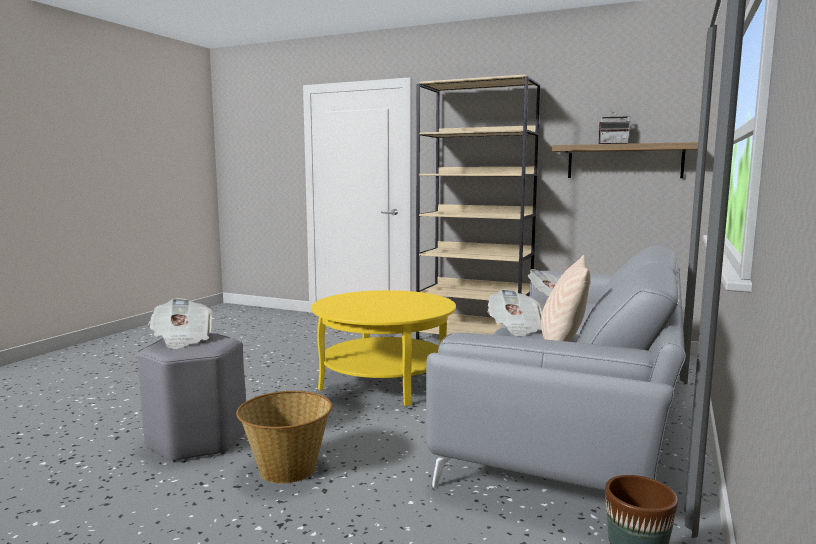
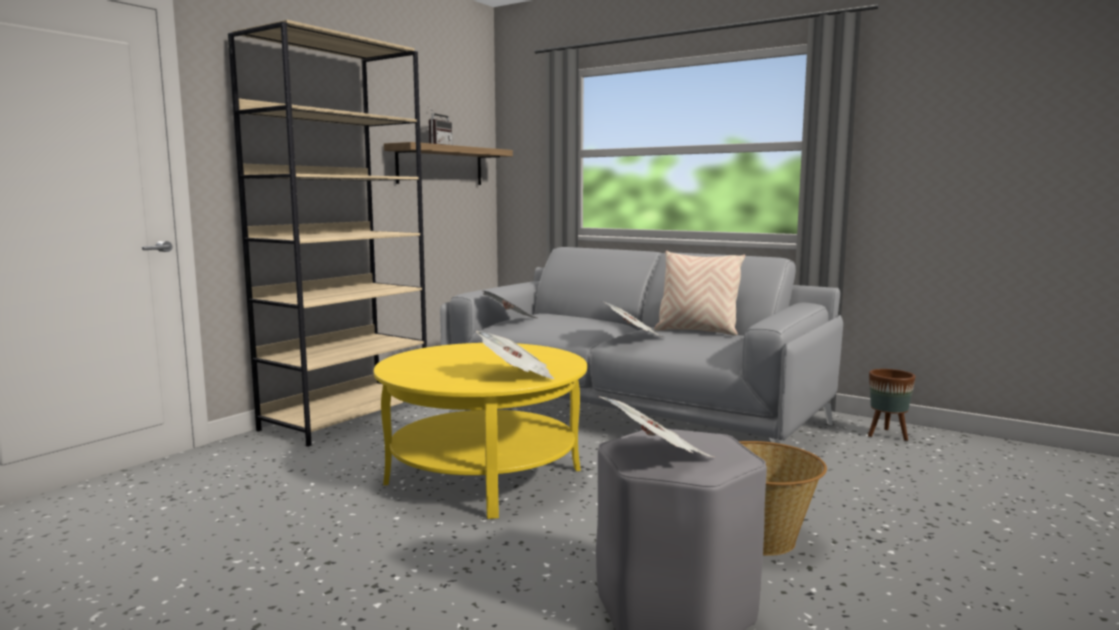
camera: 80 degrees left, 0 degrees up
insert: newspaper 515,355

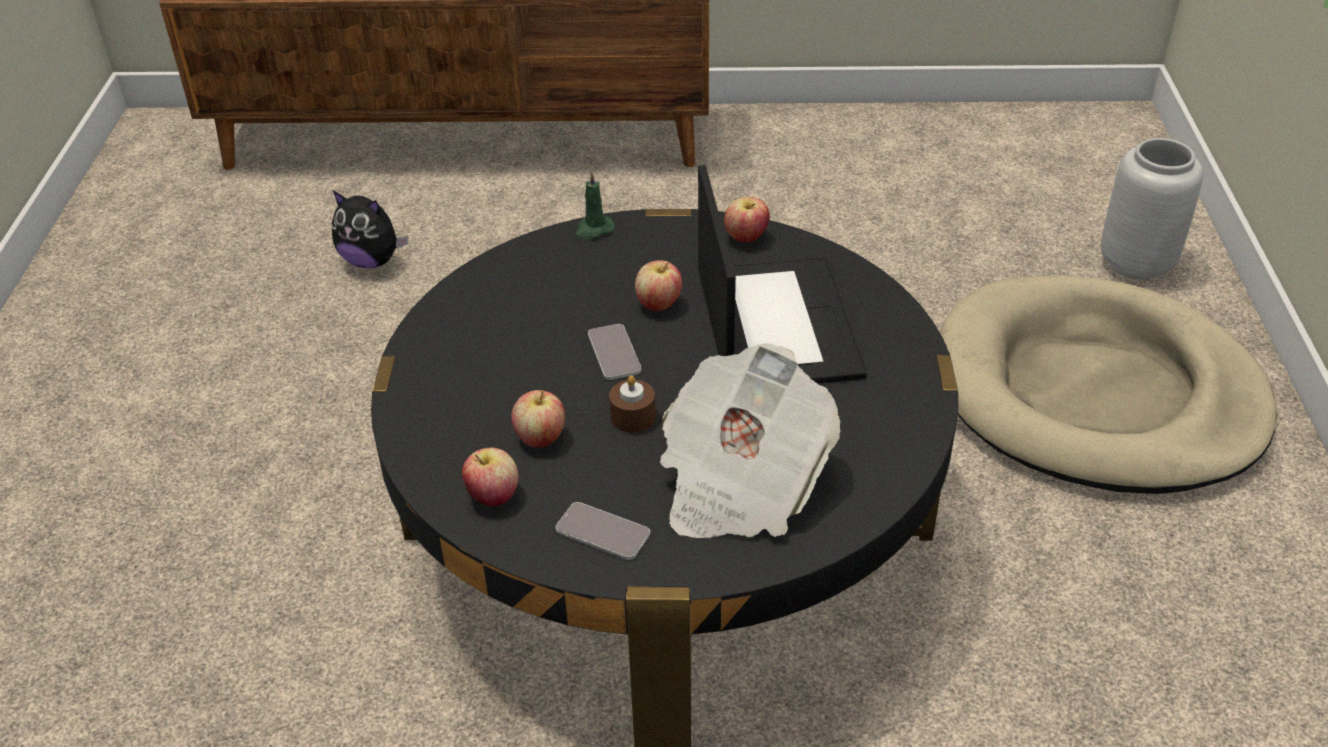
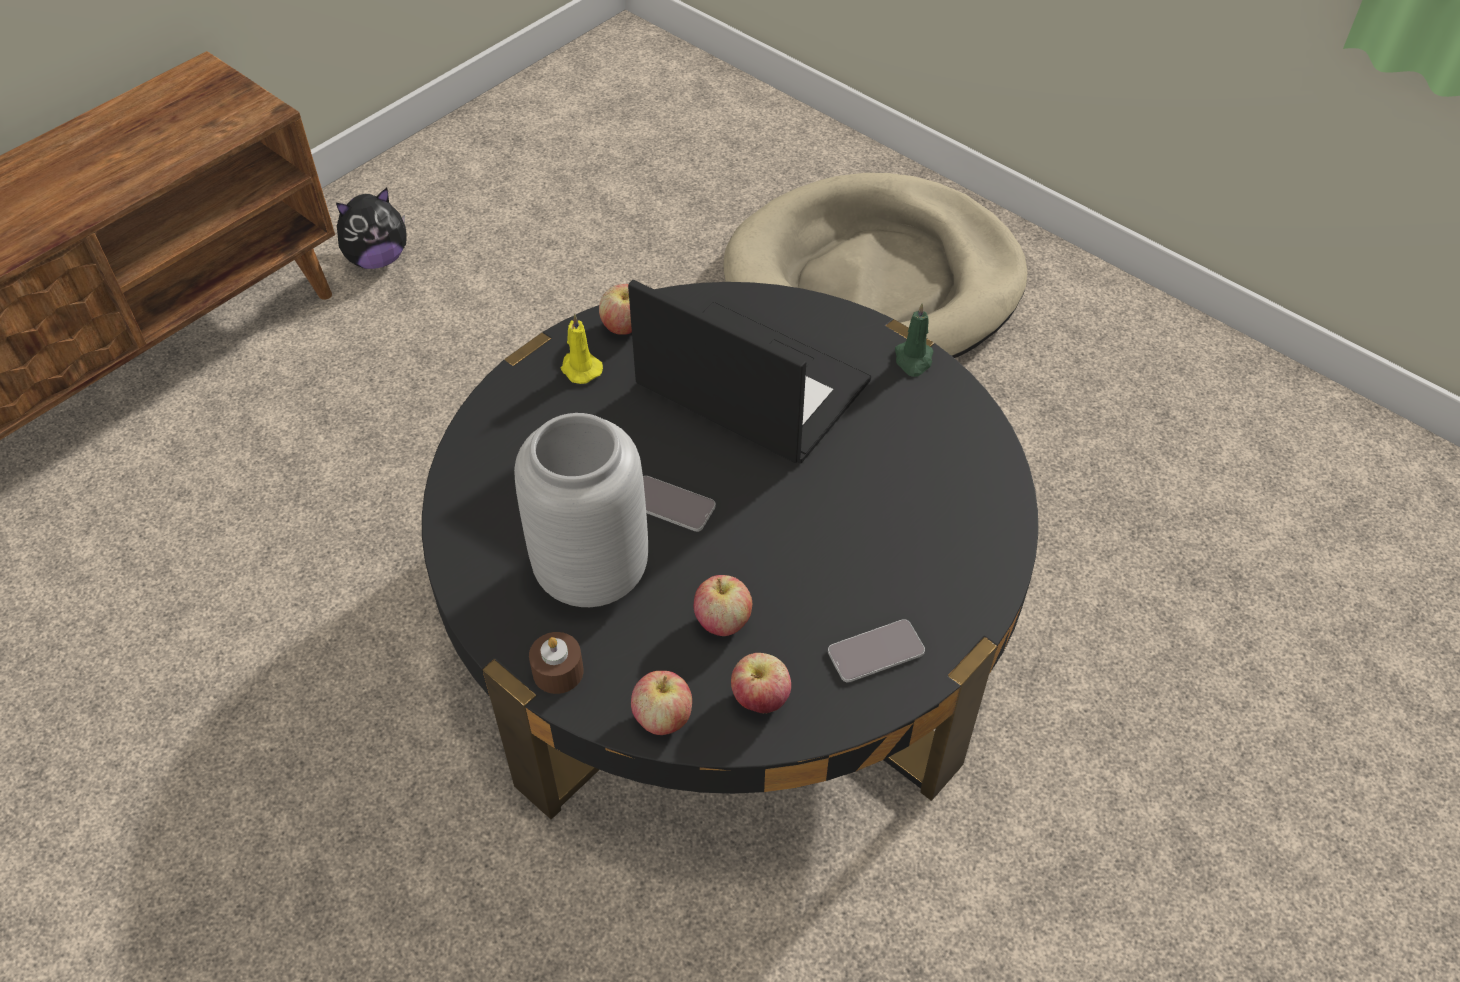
camera: 50 degrees left, 10 degrees up
delete: newspaper 750,440
insert: candle (yellow) 582,349
move: plush toy 370,229 to 371,228; candle (green) 594,205 to 914,340; candle (brown) 632,403 to 556,663; apple 658,285 to 661,703; vase (grey) 1152,209 to 581,510

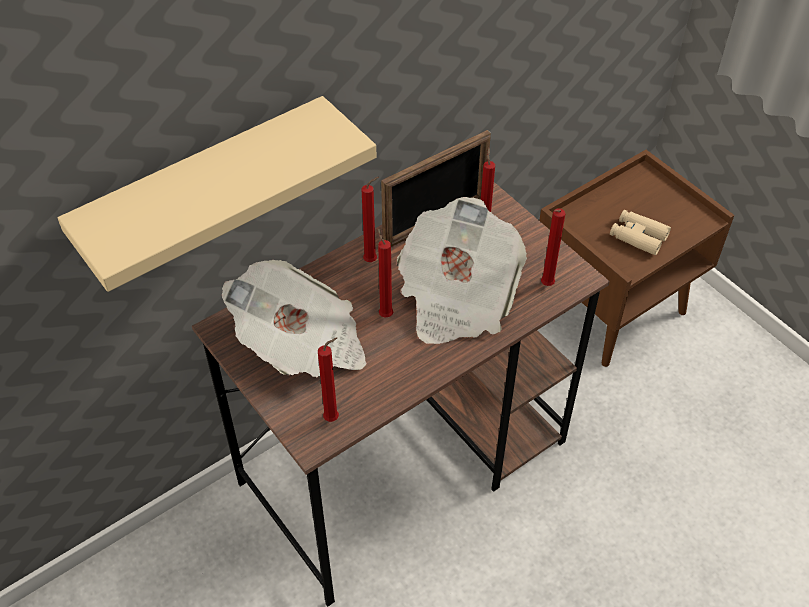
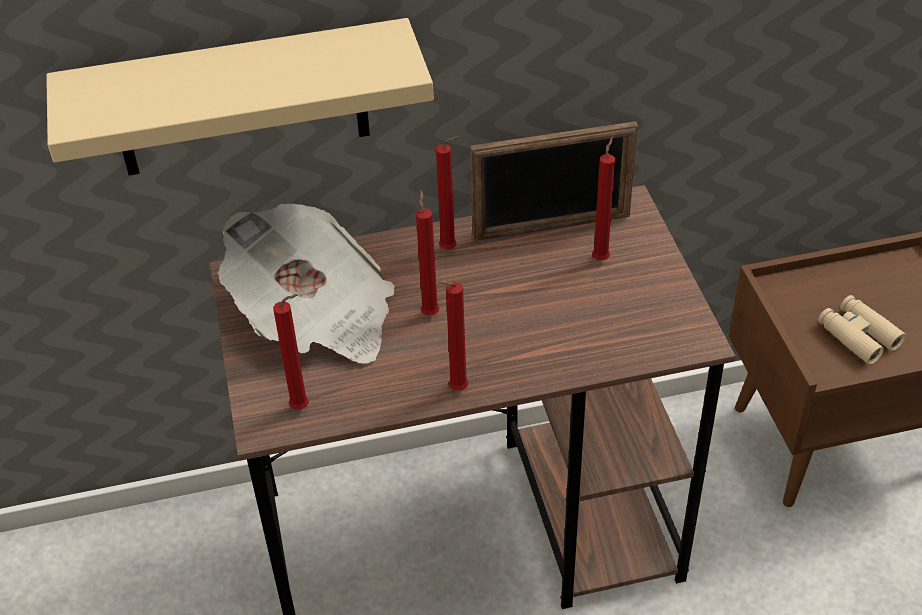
camera: 25 degrees right, 5 degrees down
delete: newspaper 462,270
move: candle (red) 553,247 to 453,336

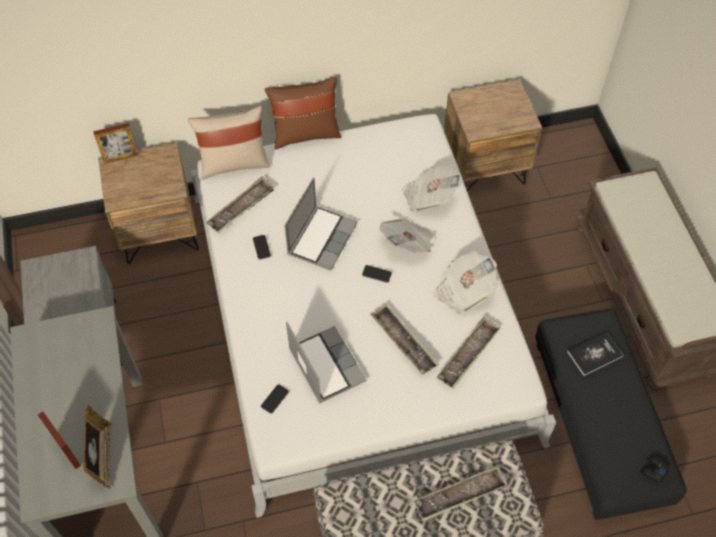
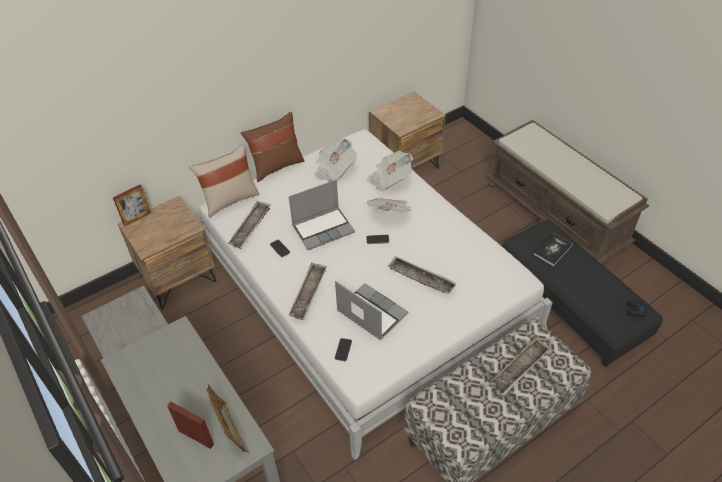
camera: 20 degrees left, 10 degrees down
move: newspaper 466,282 to 335,160; tray 468,353 to 307,291
rotate: laptop 321,224 = 322,215 60 degrees clockwise

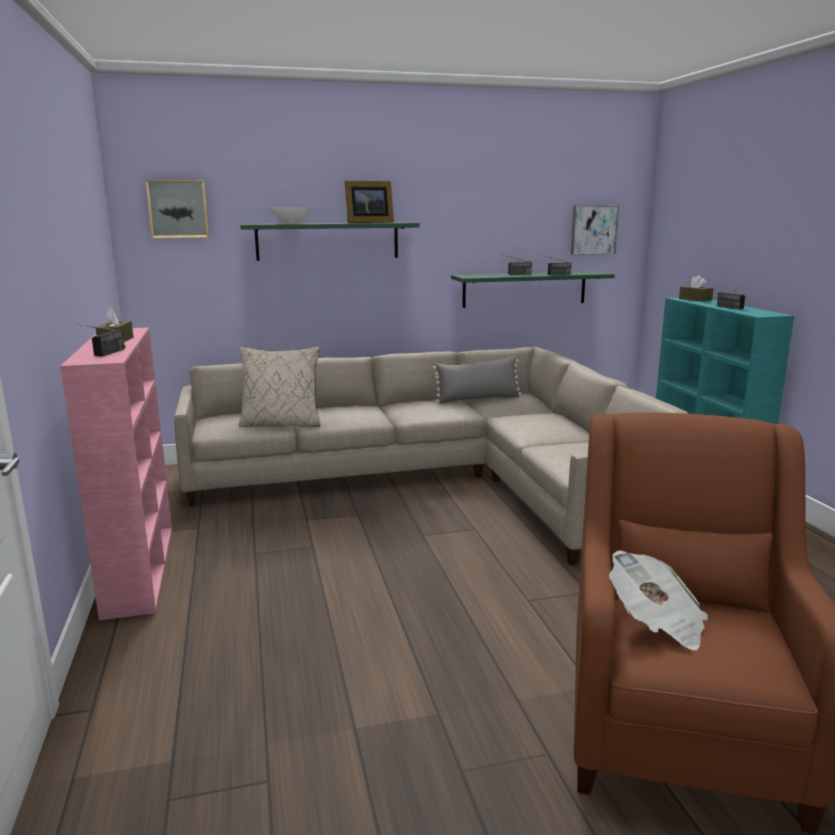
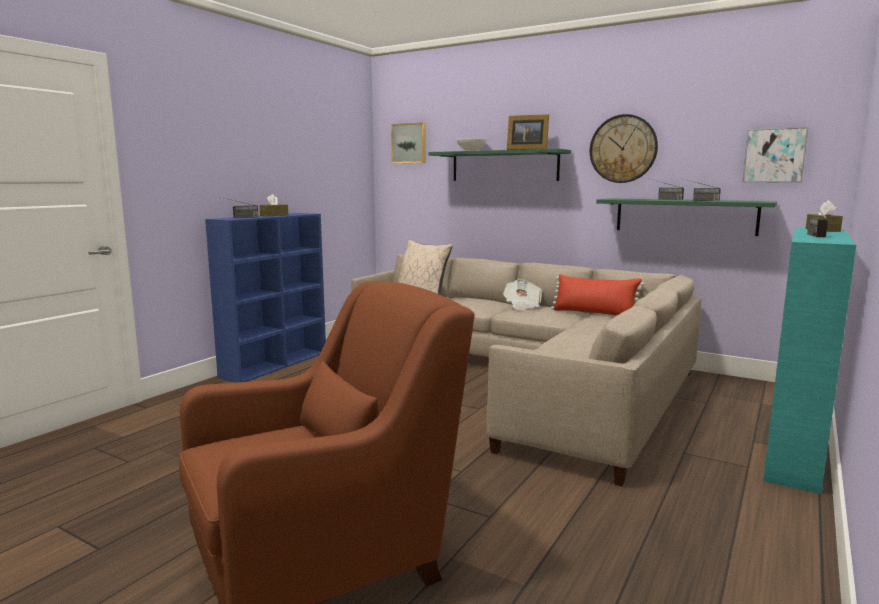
camera: 45 degrees right, 5 degrees down
insert: wall clock 624,148
move: newspaper 658,600 to 522,294
recolor: bookcase (pink) 116,474 to bookcase (blue) 265,298; pillow (grey) 477,380 to pillow (red) 597,295

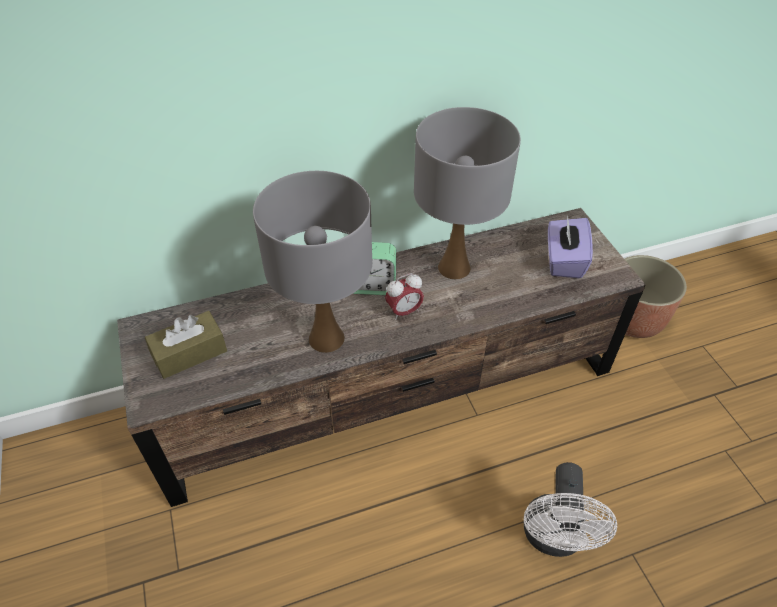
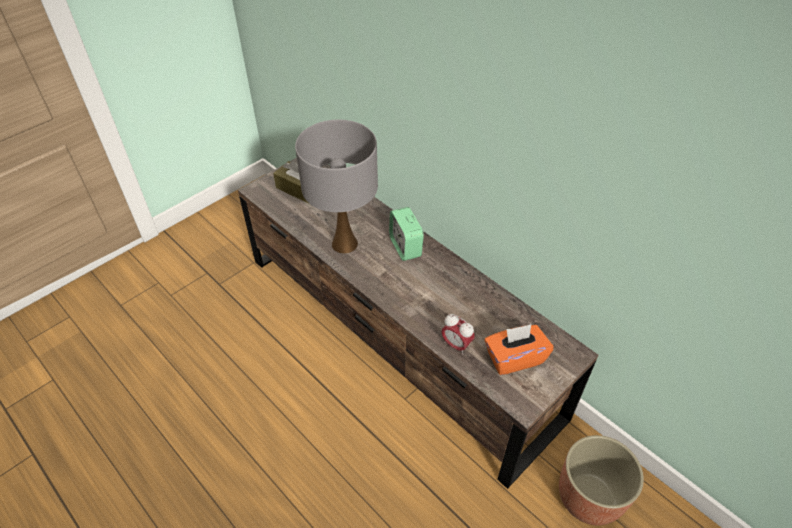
camera: 65 degrees right, 0 degrees up
delete: table lamp (grey) 467,193; fan (white) 570,509
move: alarm clock 404,296 to 458,334
recolor: tissue box (purple) 570,246 to tissue box (orange) 519,349

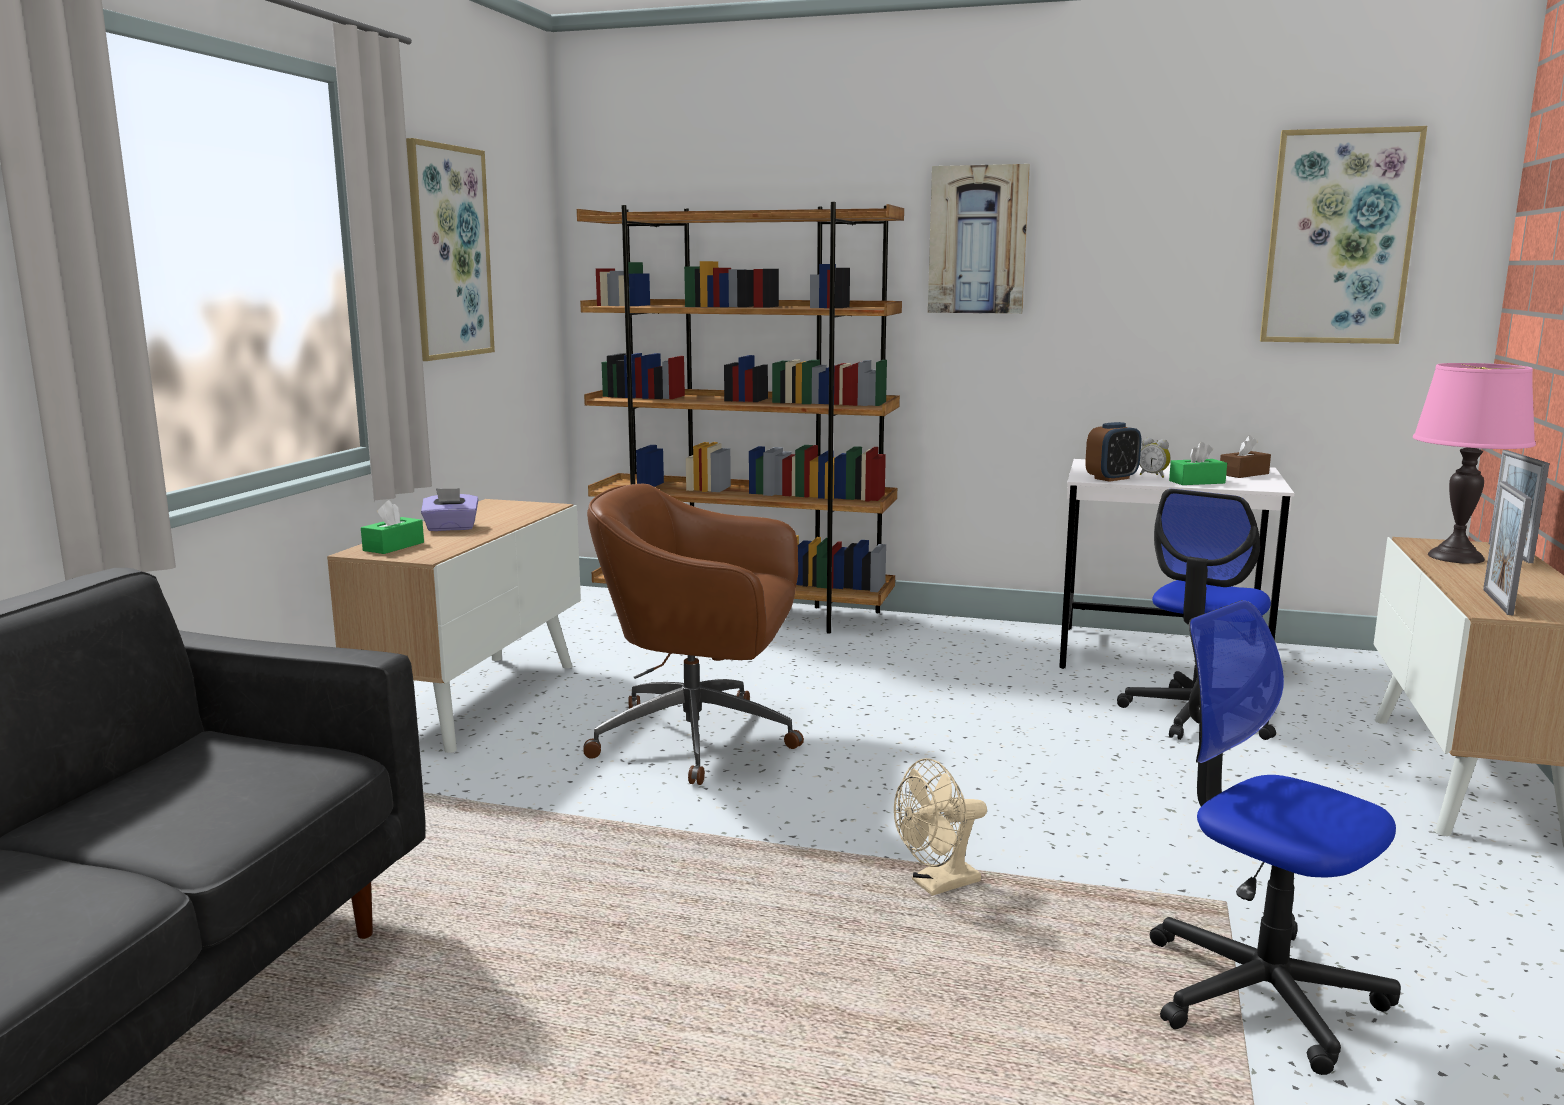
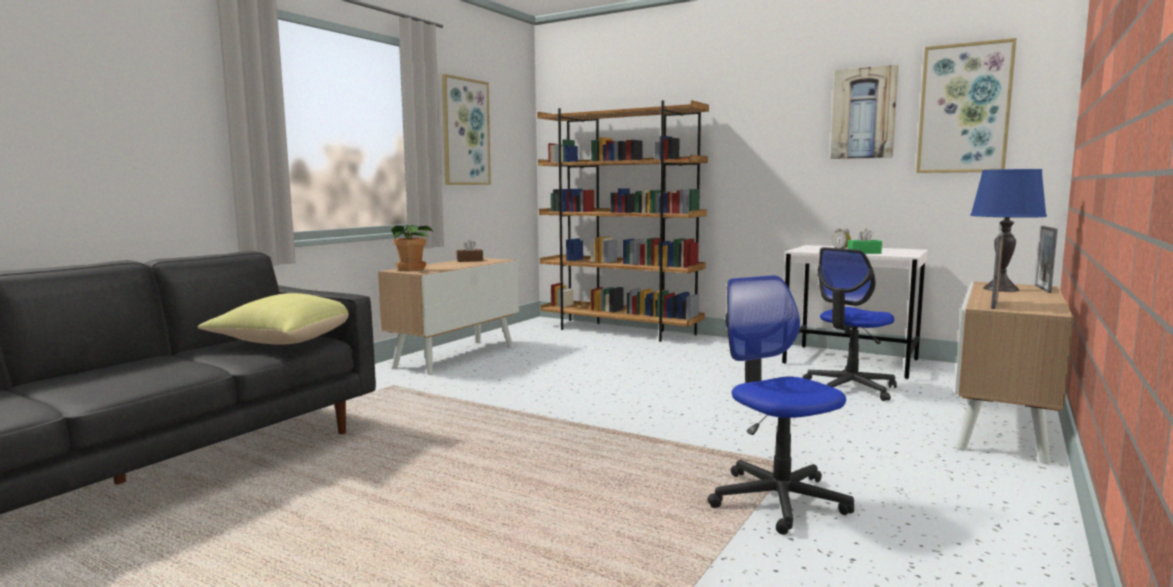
camera: 15 degrees right, 5 degrees down
delete: tissue box (purple) 449,509; office chair (brown) 693,634; fan (beige) 940,827; alarm clock 1113,452
insert: pillow (yellow) 273,318
move: picture 979,239 to 864,112; tissue box (brown) 1245,456 to 470,251
replace: tissue box (green) 392,527 to potted plant 412,248
recolor: table lamp (pink) 1474,463 to table lamp (blue) 1008,230

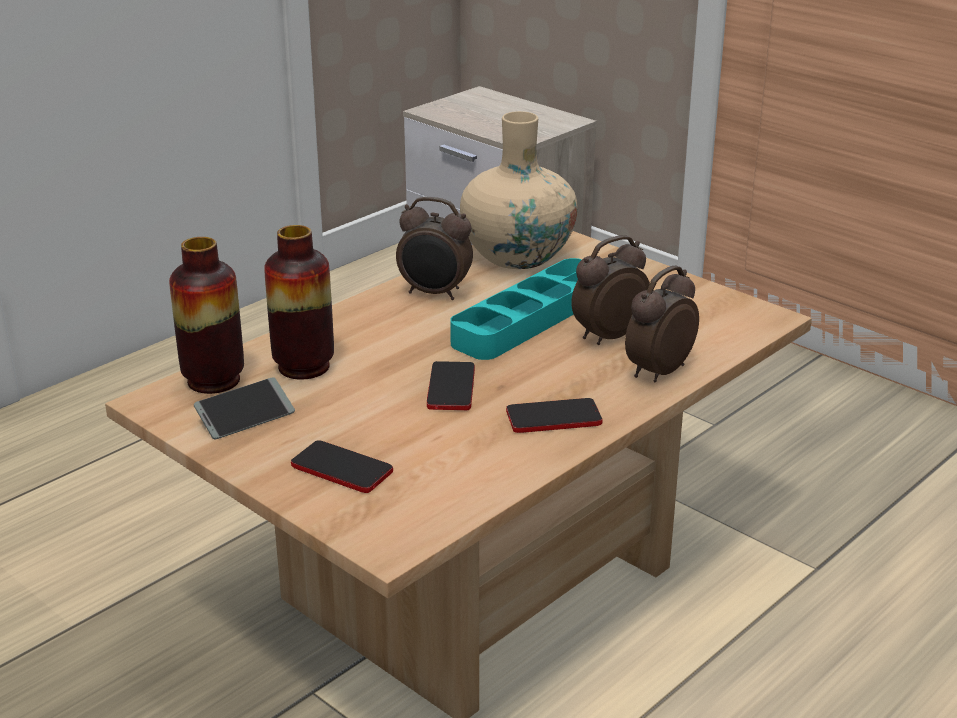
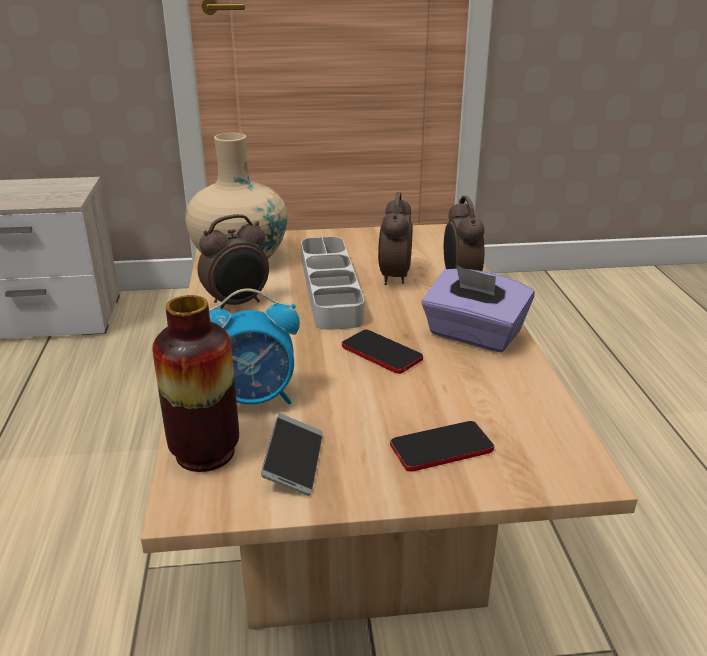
camera: 50 degrees left, 0 degrees up
replace: vase 299,302 to alarm clock 254,346; phone 554,415 to tissue box (purple) 478,309
recolor: tray (turquoise) 516,309 to tray (grey) 332,283

